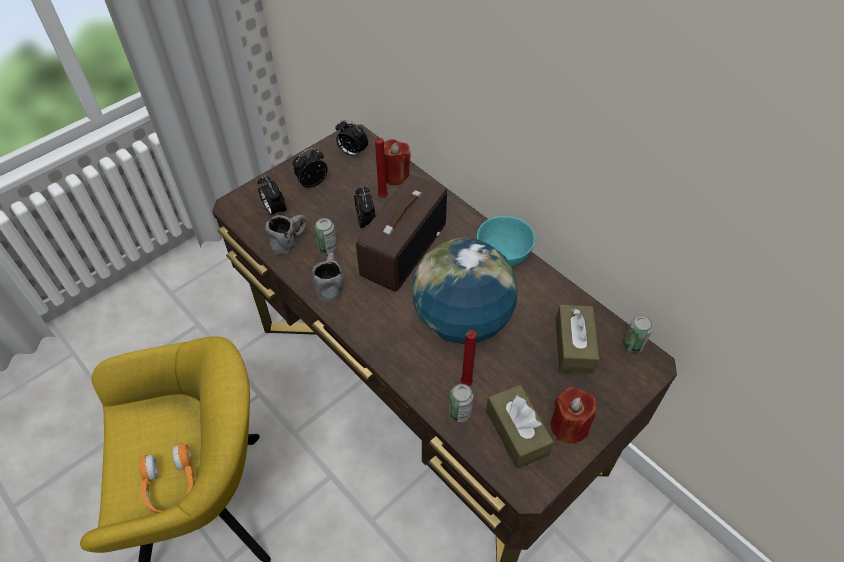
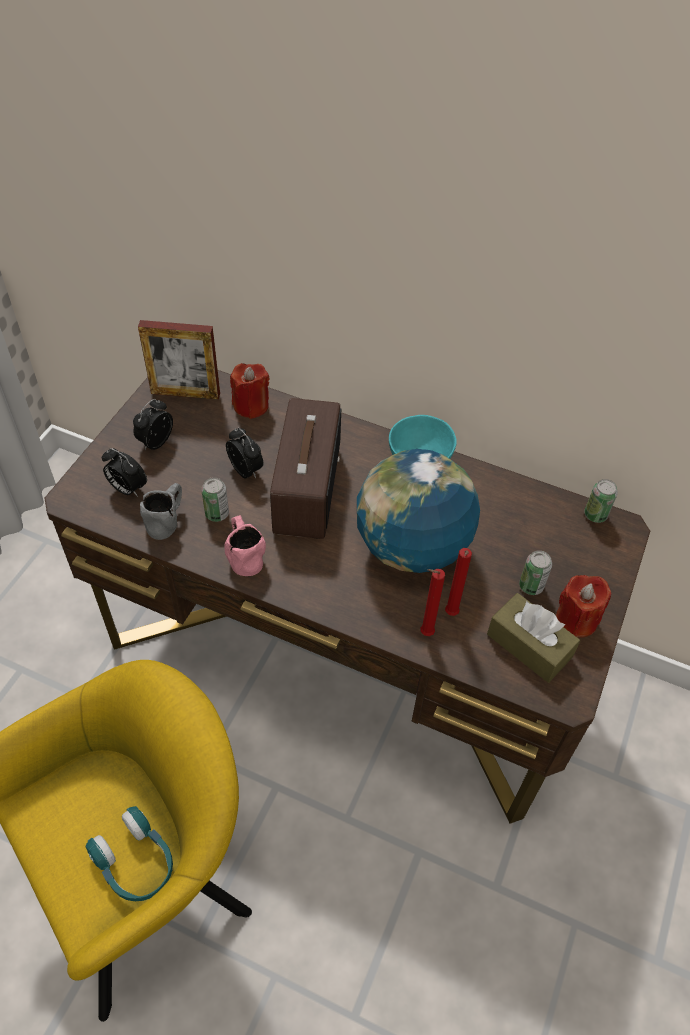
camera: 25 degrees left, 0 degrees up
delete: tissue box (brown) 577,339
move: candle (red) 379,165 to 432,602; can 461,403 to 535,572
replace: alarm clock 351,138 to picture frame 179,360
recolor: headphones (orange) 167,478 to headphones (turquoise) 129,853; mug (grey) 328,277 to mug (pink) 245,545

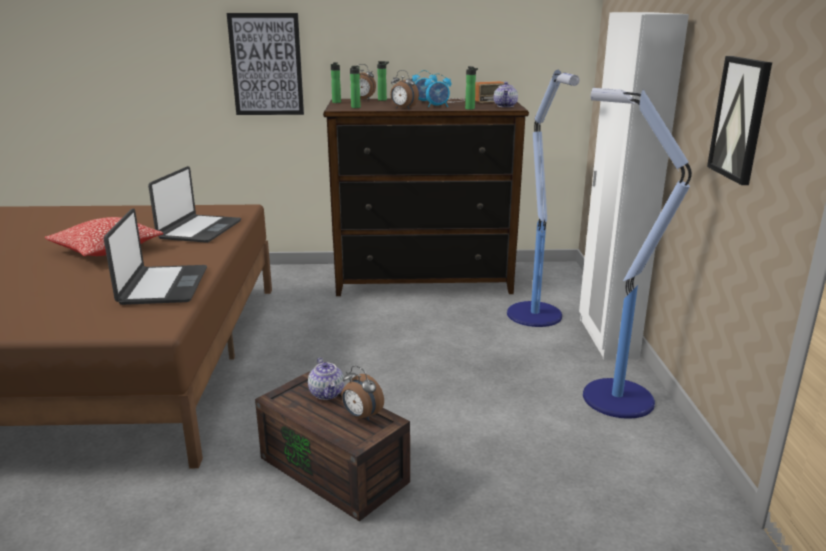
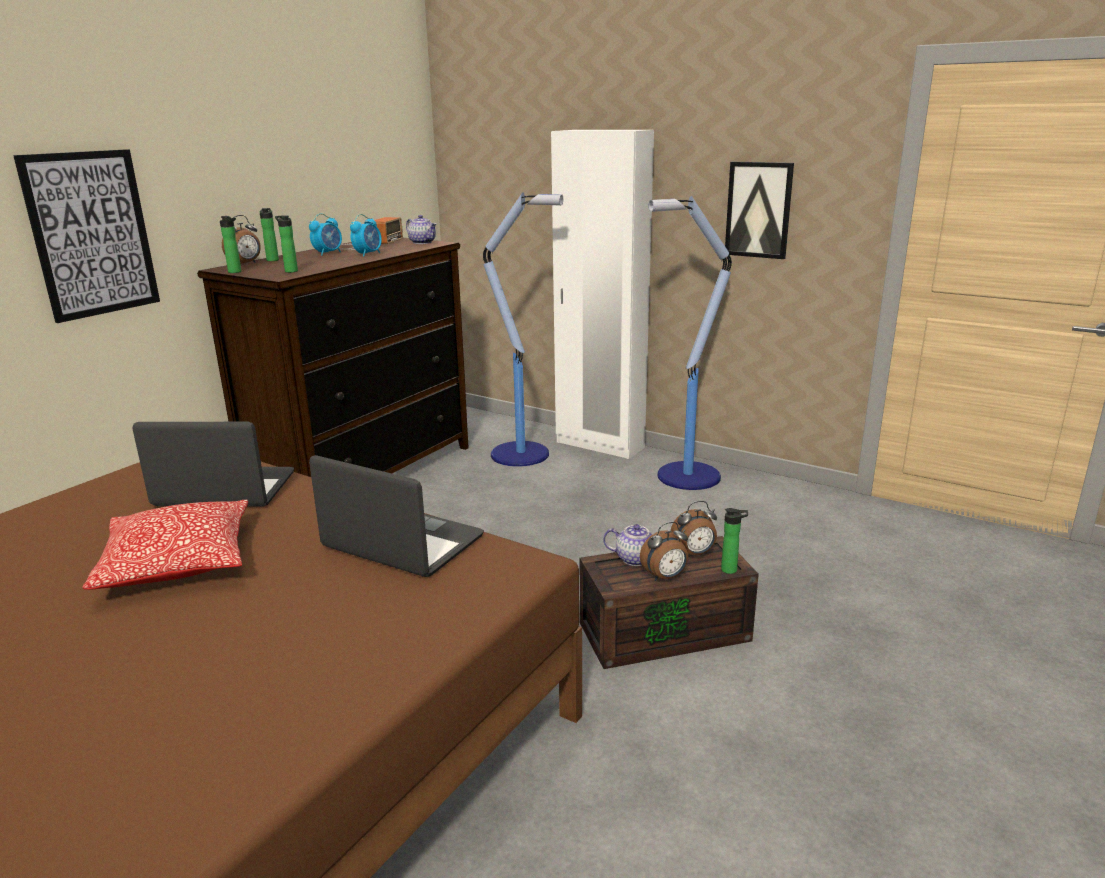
camera: 55 degrees left, 0 degrees up
move: alarm clock 404,89 to 664,551; bottle 471,88 to 734,541
rotate: laptop 194,204 = 213,464 45 degrees counterclockwise

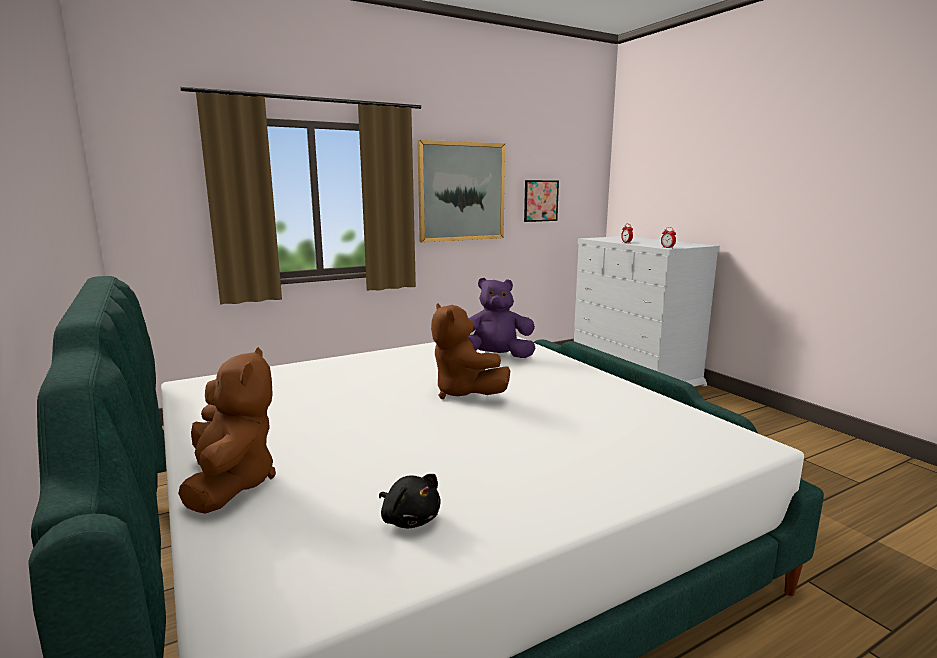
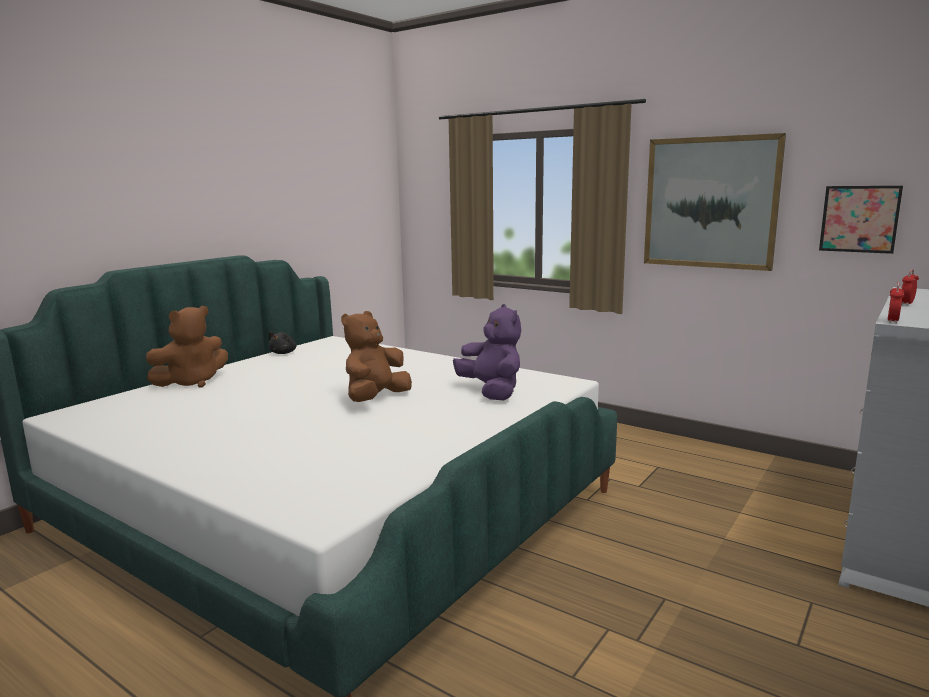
camera: 65 degrees right, 0 degrees up
move: plush toy (black) 410,501 to 282,342

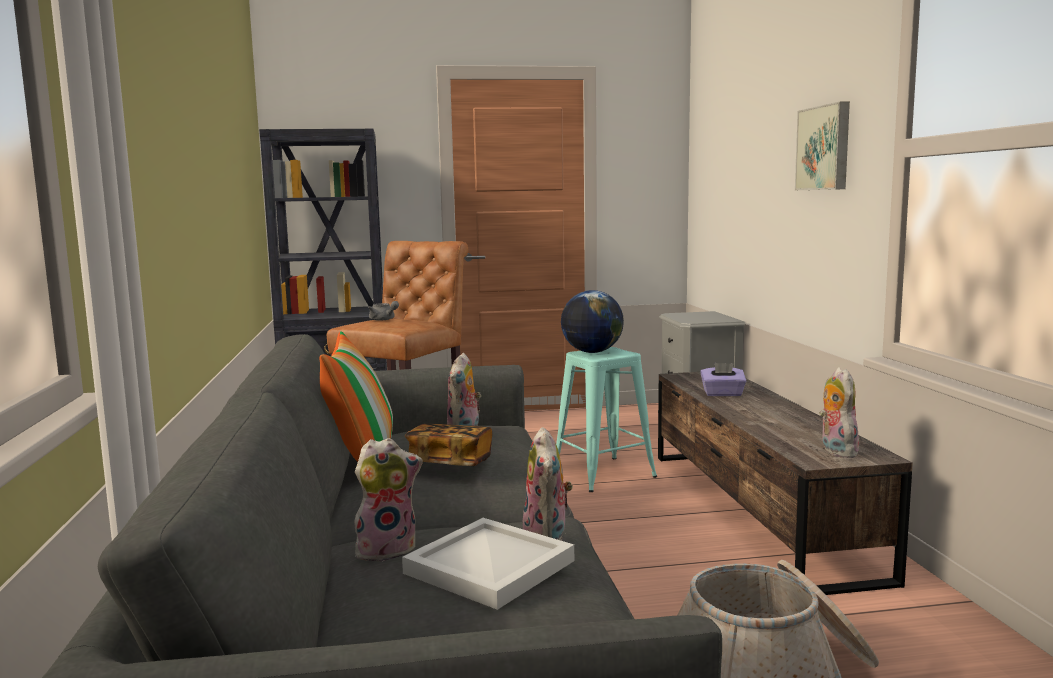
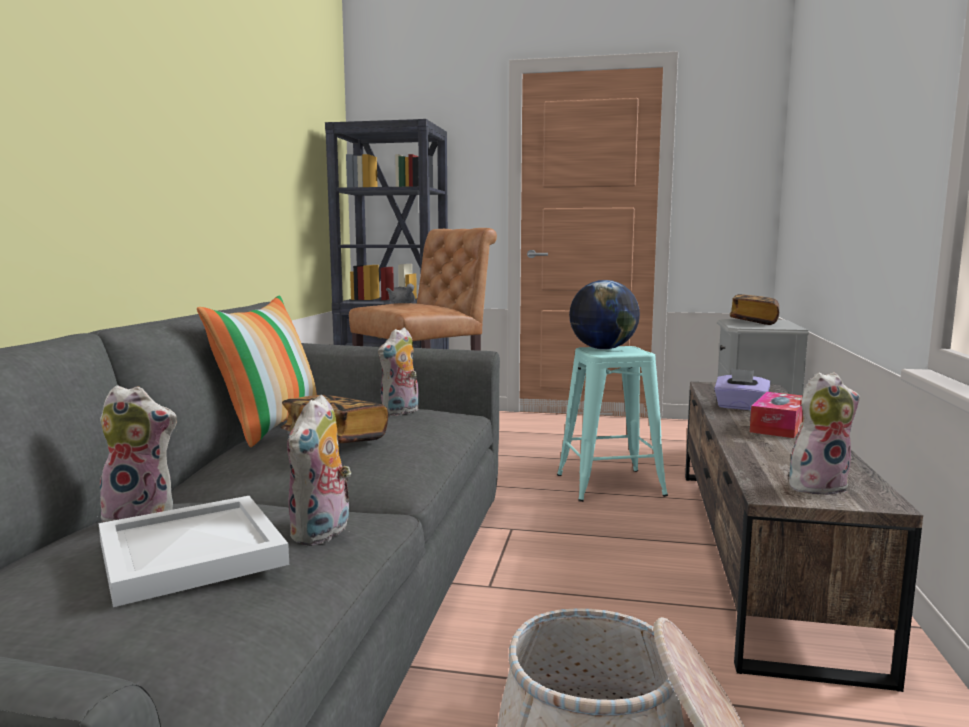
camera: 20 degrees right, 0 degrees up
delete: picture 822,146
insert: book 754,309; tissue box 776,415
rotate: plush toy 839,412 = 824,433 60 degrees clockwise

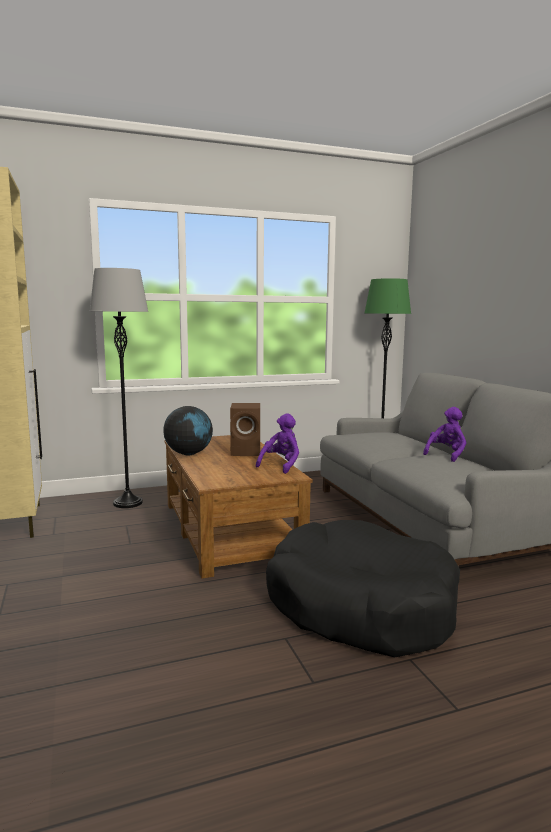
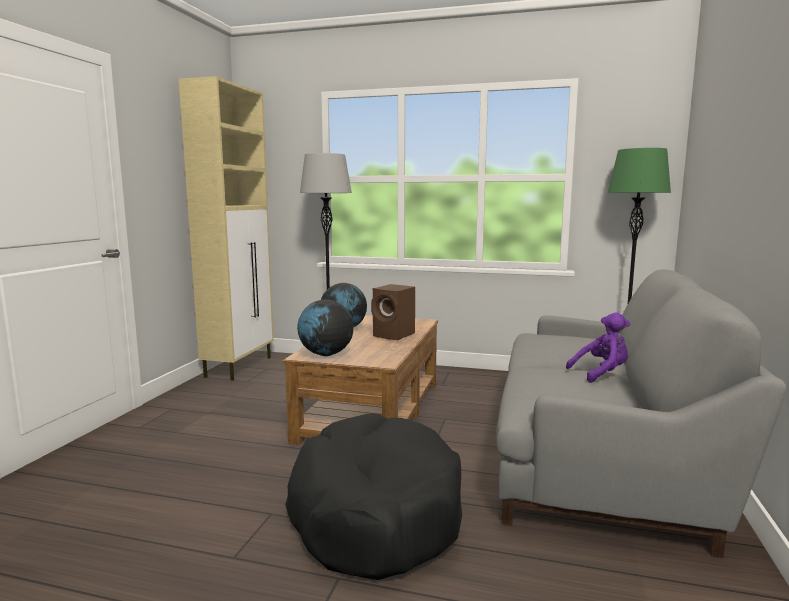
camera: 35 degrees right, 0 degrees up
delete: plush toy (purple) 277,443
insert: globe 325,327

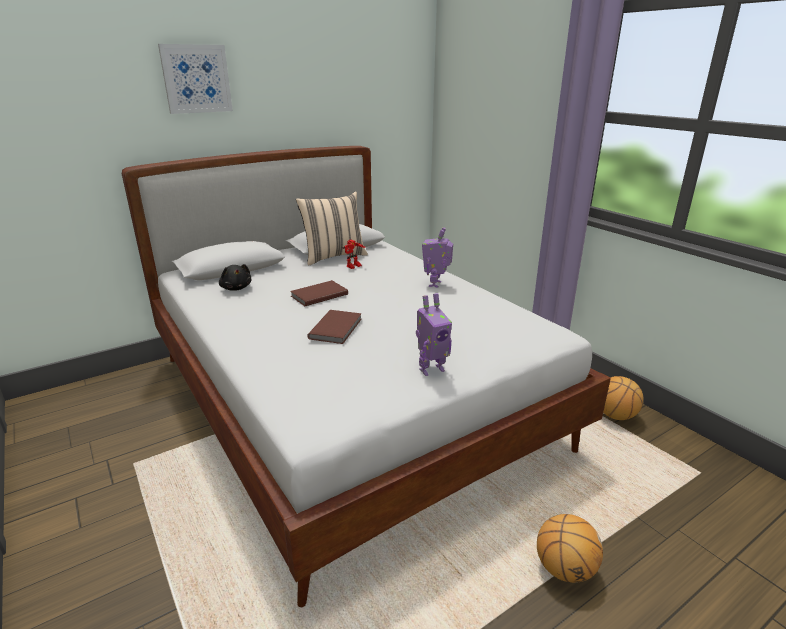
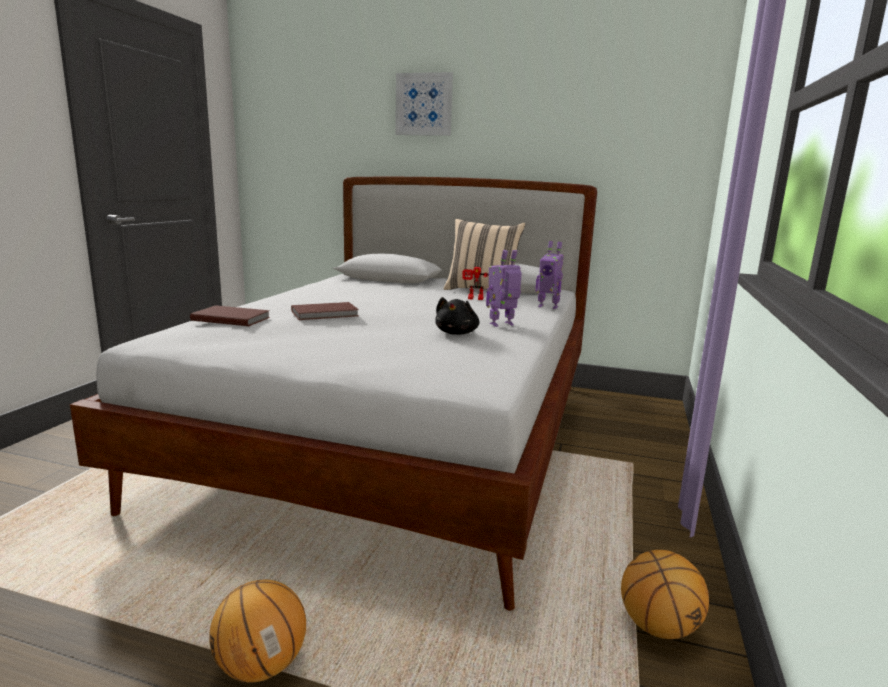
camera: 50 degrees right, 10 degrees down
move: plush toy (black) 235,277 to 457,316; book (brown) 319,293 to 230,315; toy robot 434,334 to 550,275

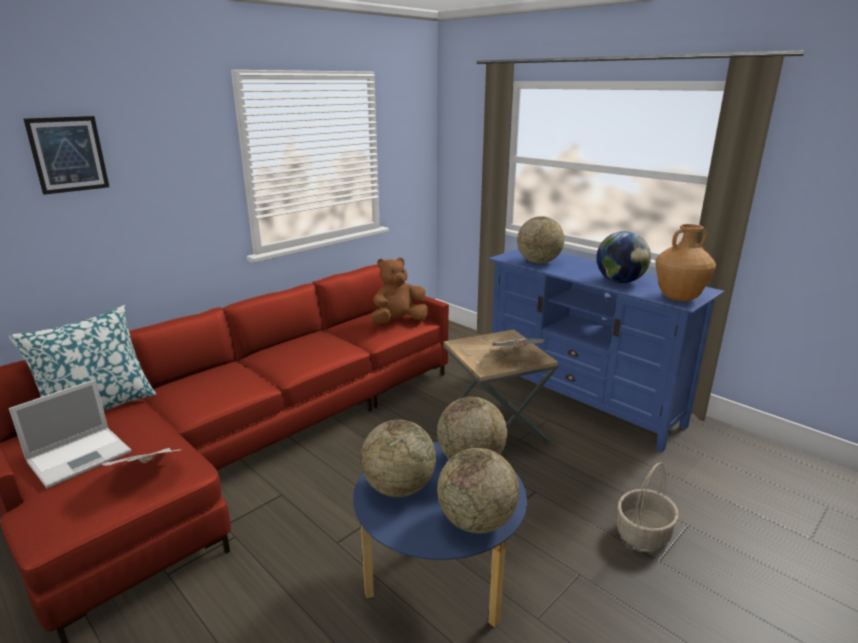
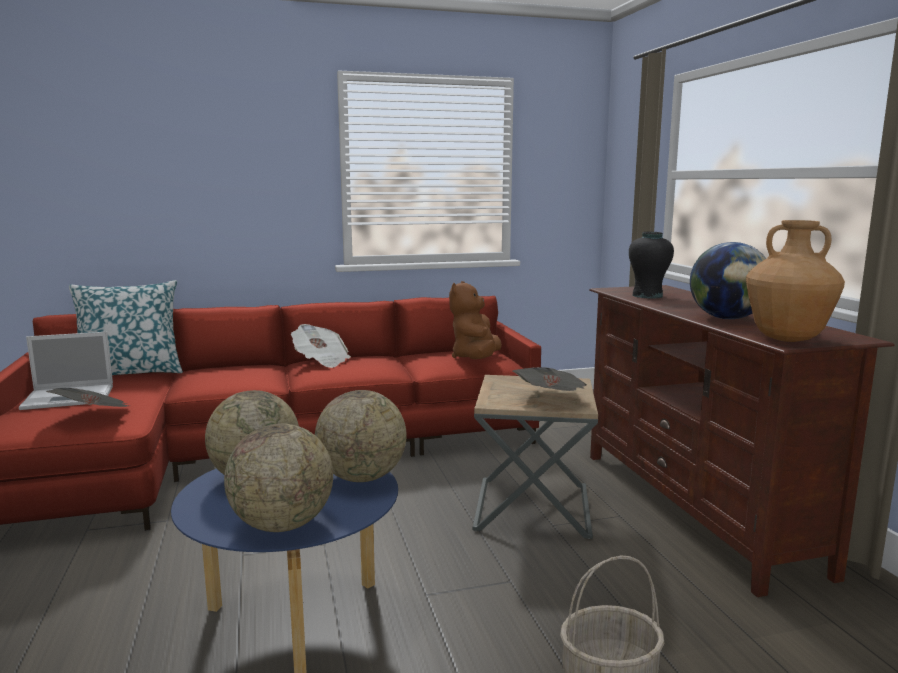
camera: 30 degrees right, 10 degrees down
delete: picture 66,155
insert: newspaper 321,346
replace: globe 541,239 to vase (black) 651,265
recolor: tv stand (blue) 606,350 to tv stand (brown) 742,441
rotate: plush toy (brown) 399,290 = 475,320 75 degrees counterclockwise

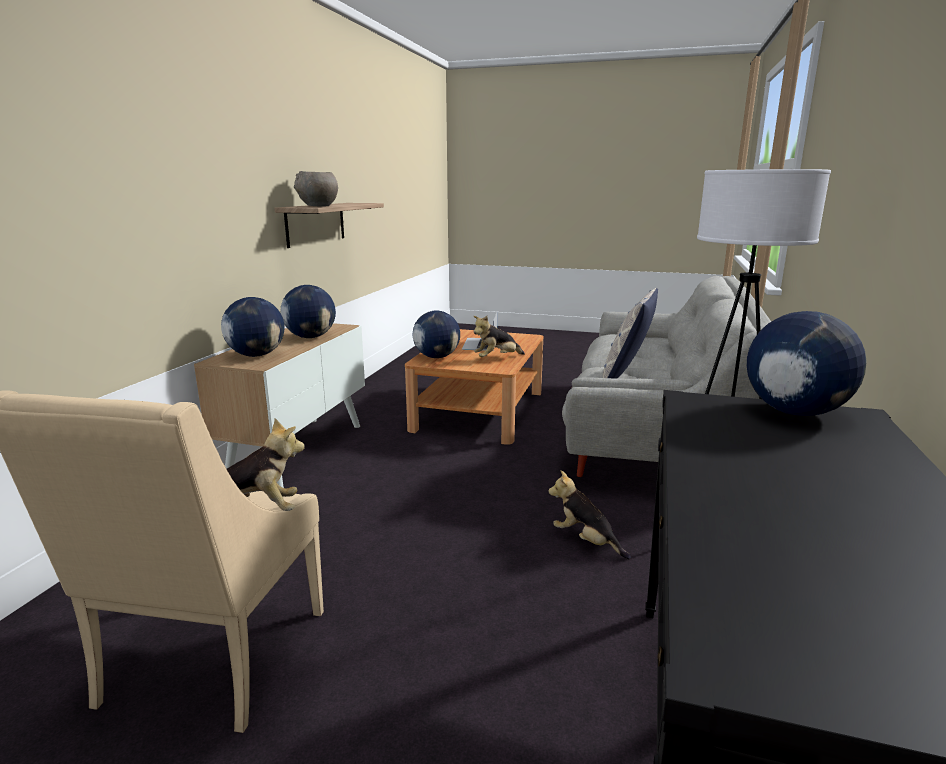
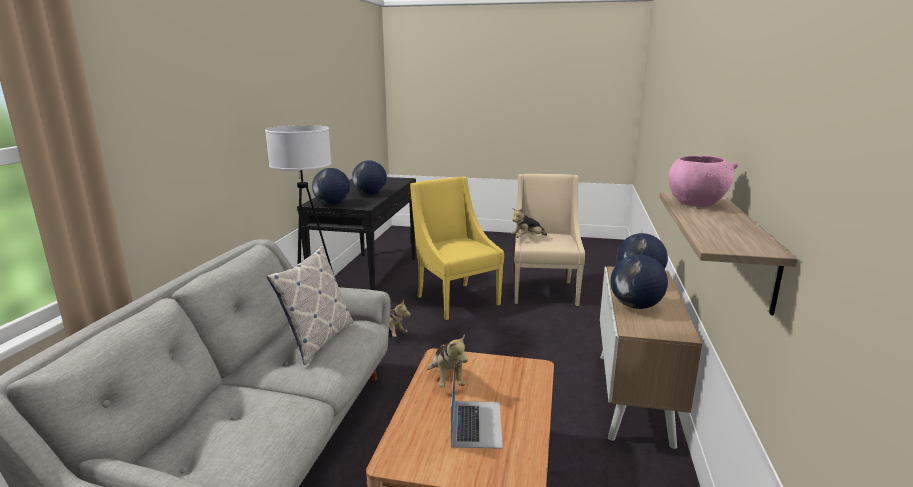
camera: 175 degrees right, 0 degrees up
insert: armchair (yellow) 457,248
move: globe 436,334 to 369,178
recolor: bowl (grey) 316,188 to bowl (pink) 703,181
rotate: plush toy 499,336 = 447,360 105 degrees clockwise

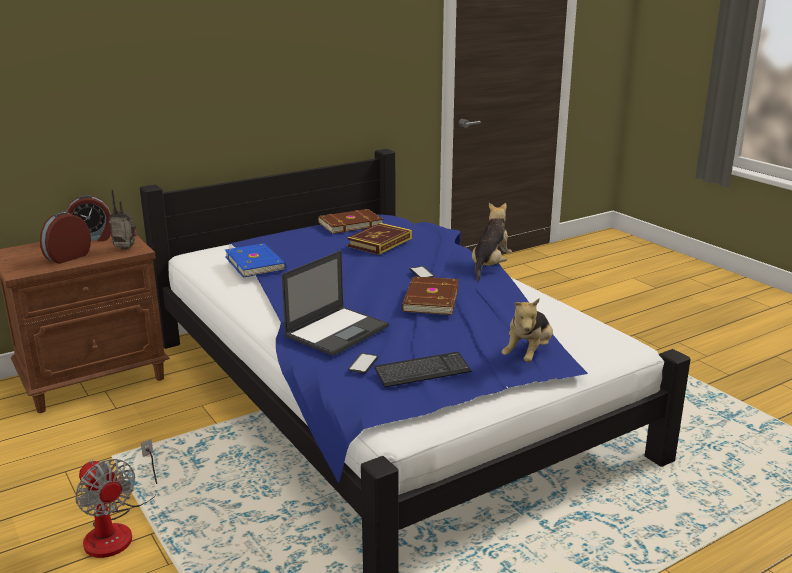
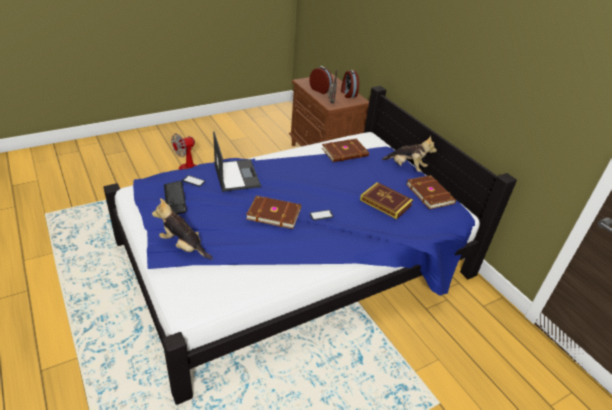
camera: 90 degrees right, 15 degrees up
move: plush toy 492,242 to 409,153
recolor: book (blue) 255,260 to book (brown) 345,150
rotate: laptop 335,303 = 237,162 150 degrees counterclockwise

